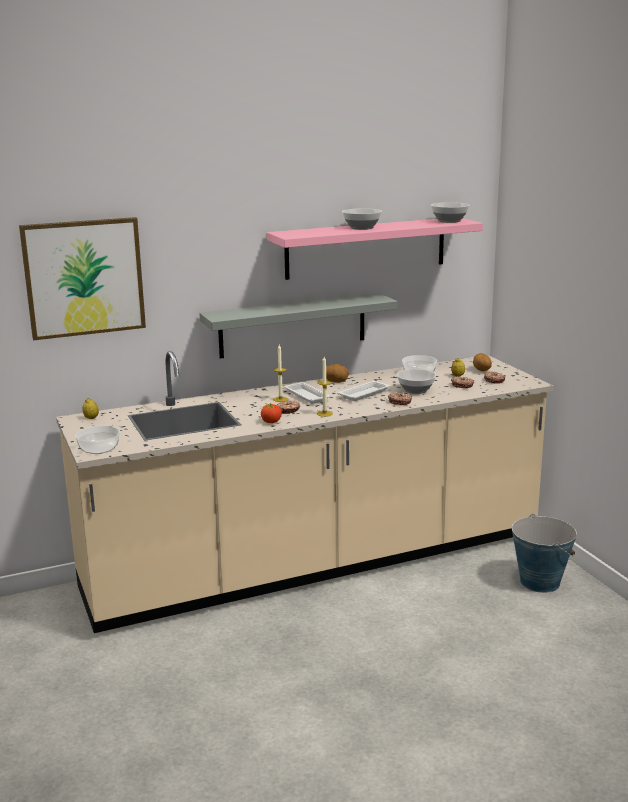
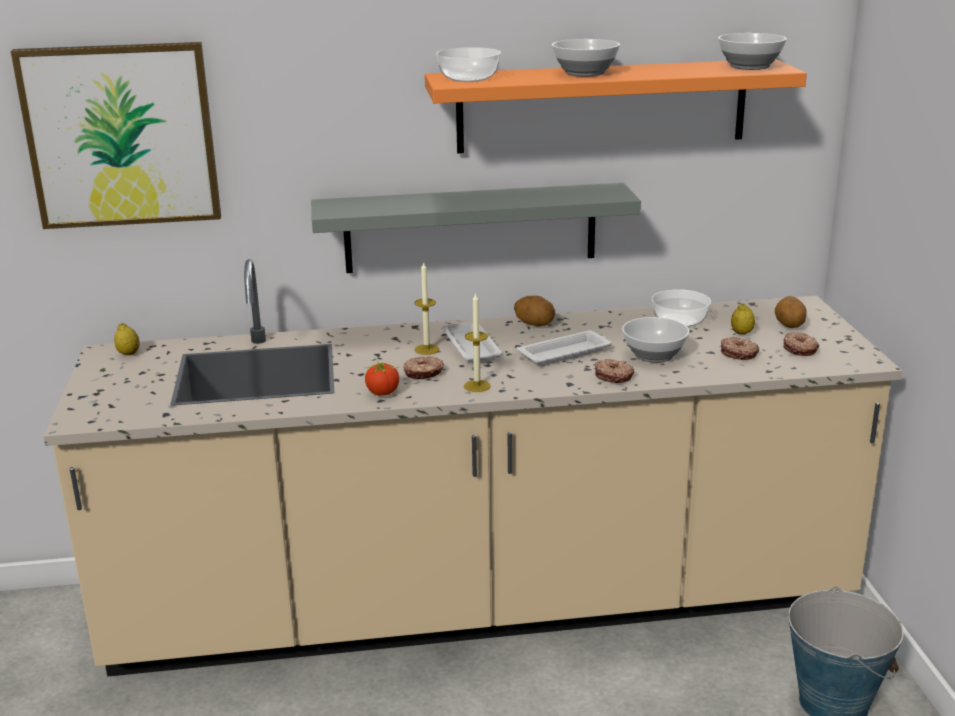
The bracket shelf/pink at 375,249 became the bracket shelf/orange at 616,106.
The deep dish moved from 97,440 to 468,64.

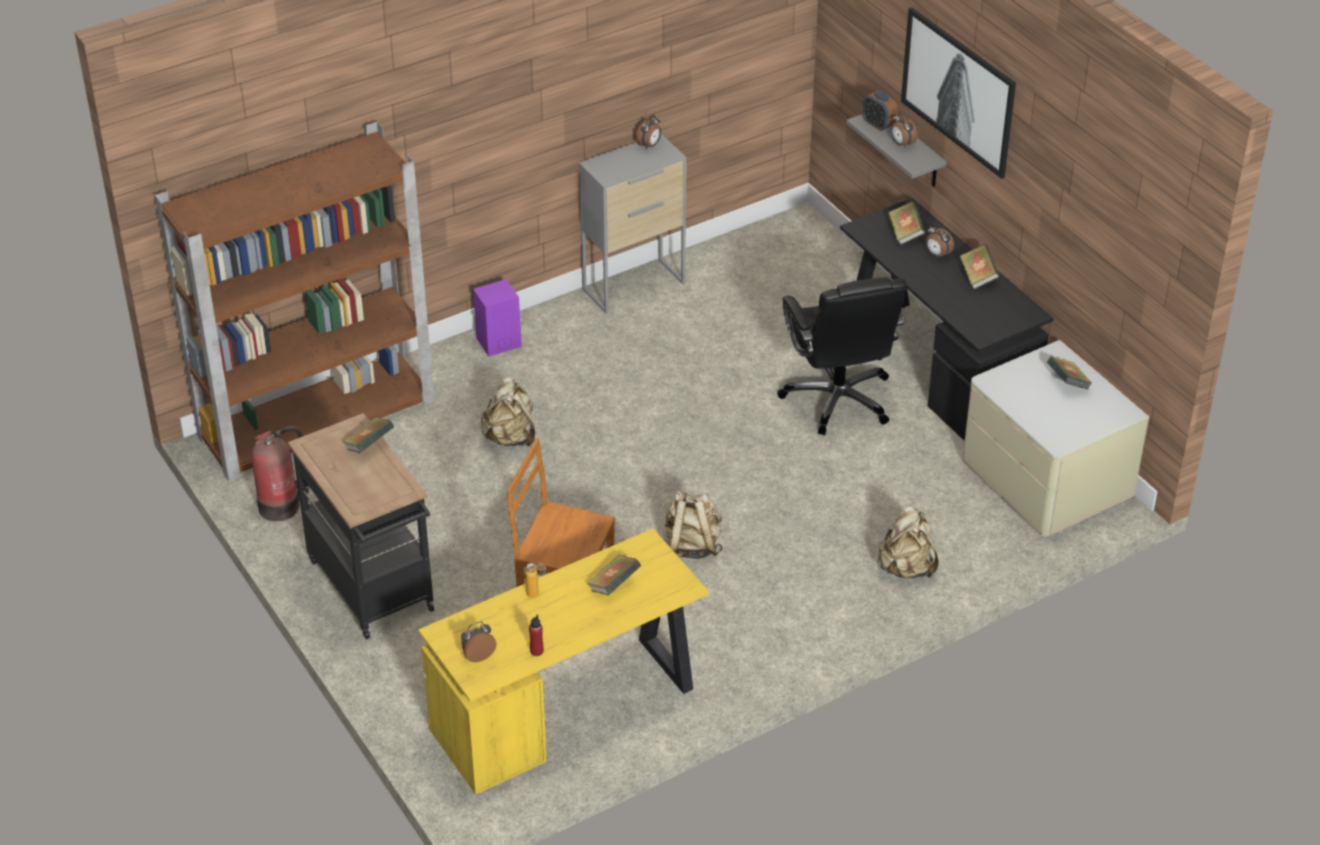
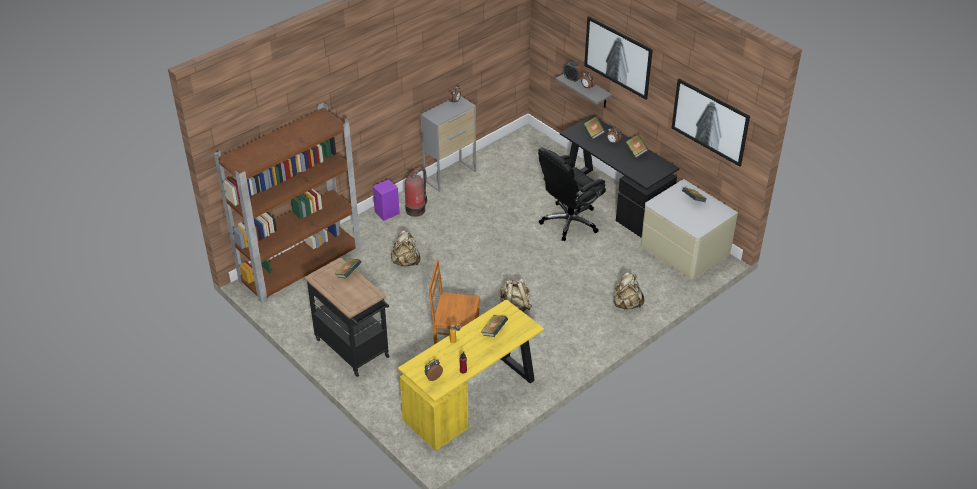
The extinguisher moved from 280,473 to 416,192.
The desk chair/black-coloured at 842,356 turned 75 degrees clockwise.
The wall art at 711,123 appeared.

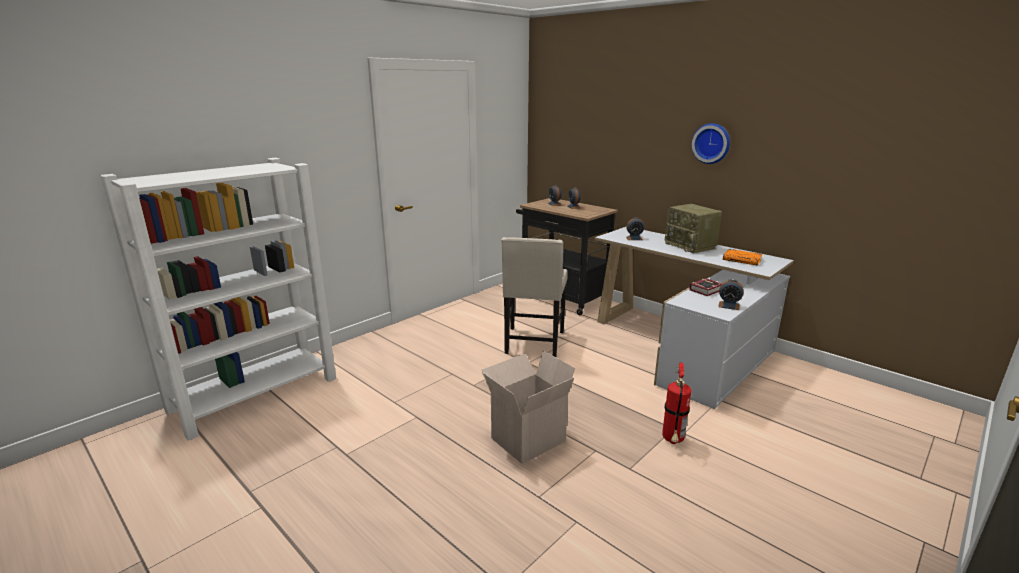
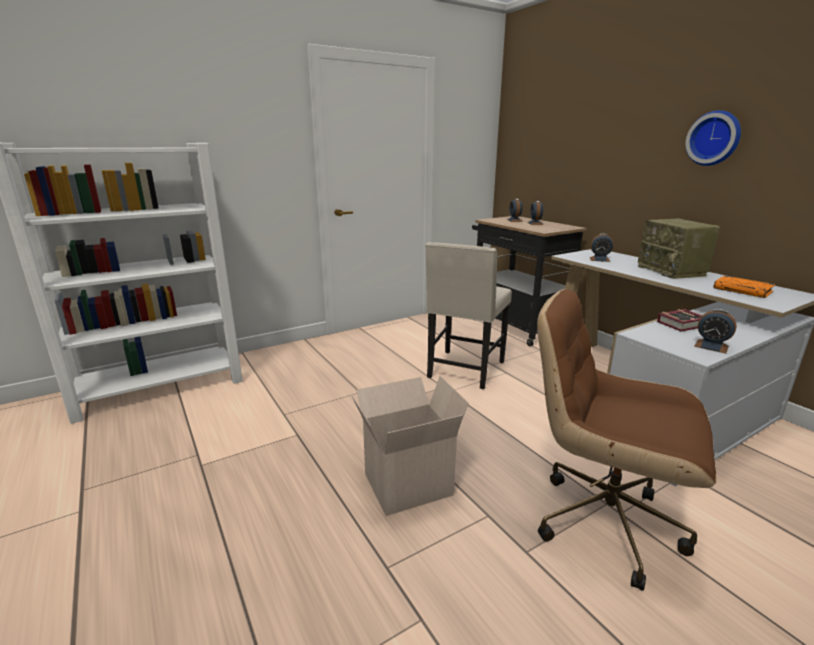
The extinguisher at 676,403 was replaced by the desk chair/brown at 627,440.

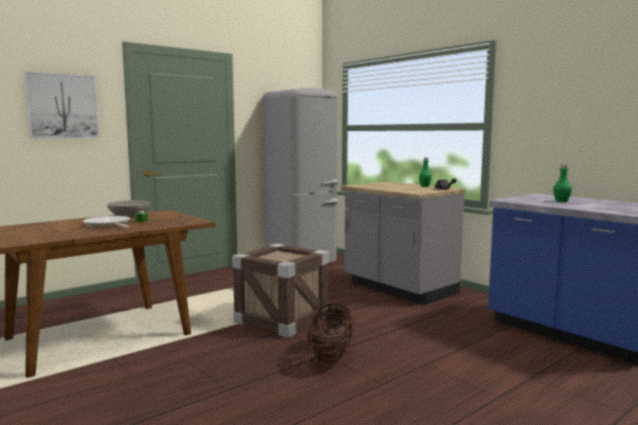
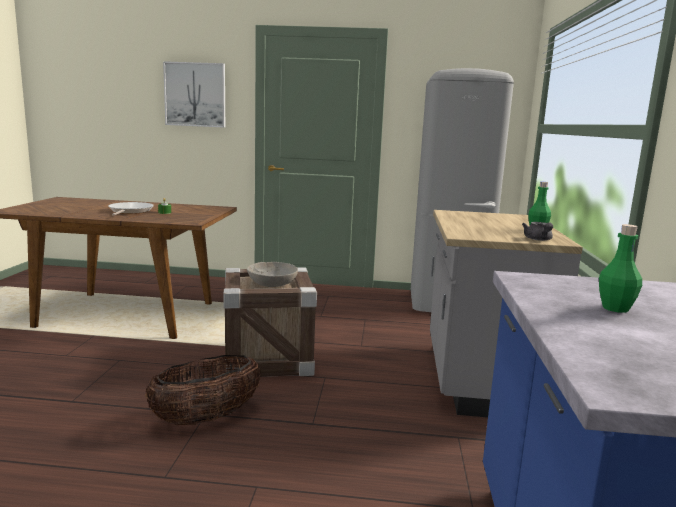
The deep dish/grey moved from 128,208 to 272,274.

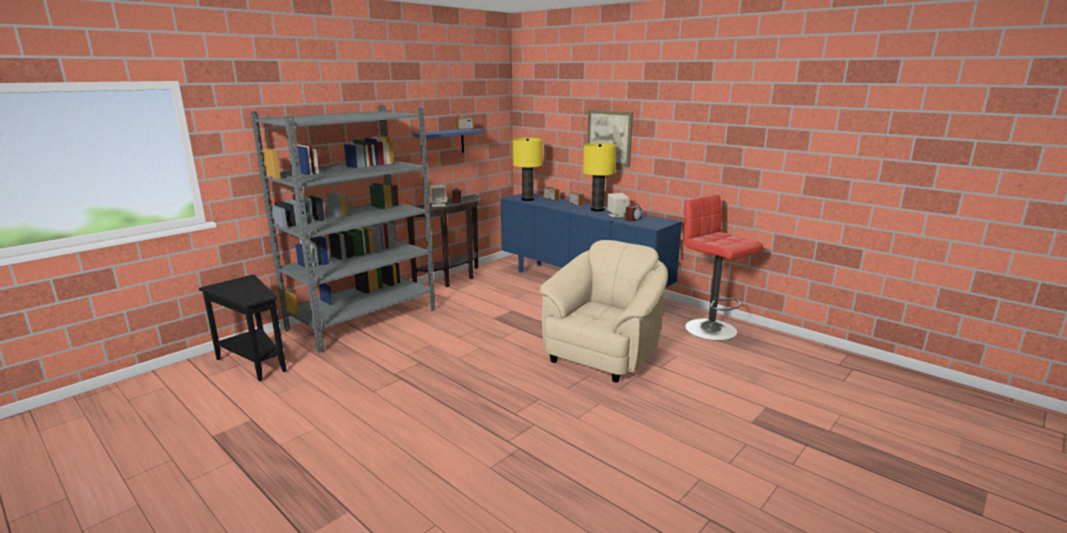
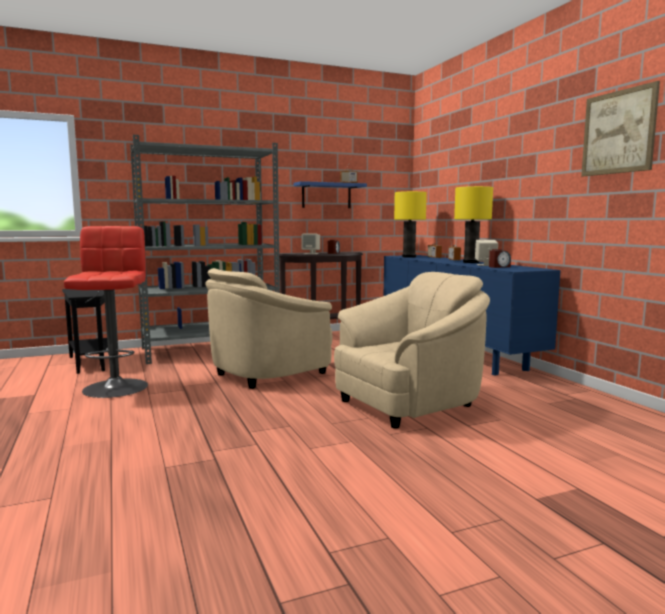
The sitting stool/red moved from 723,267 to 106,312.
The easy chair/sand-coloured at 268,328 appeared.
The wall art moved from 610,138 to 620,128.

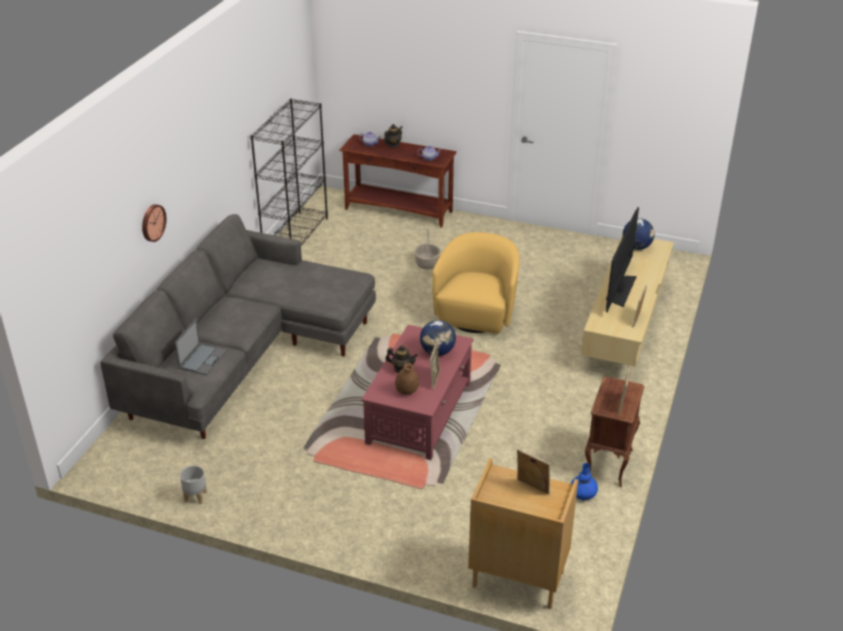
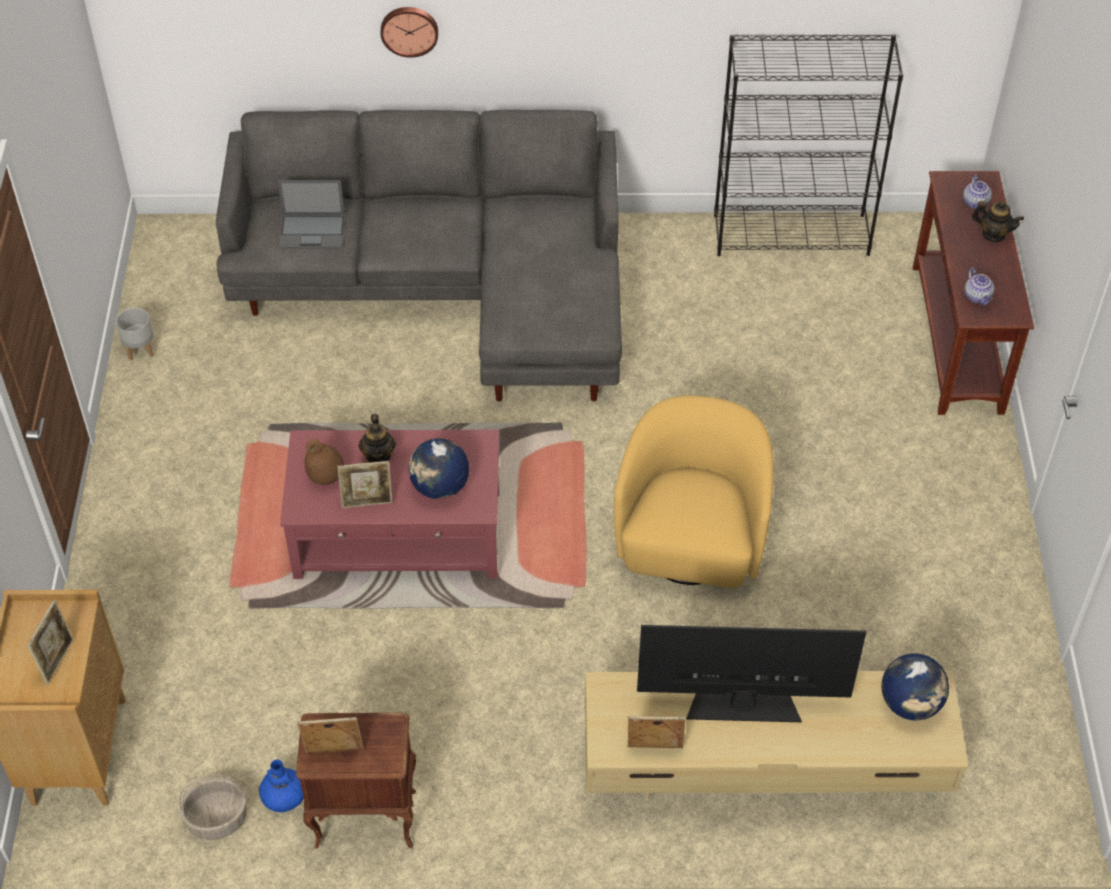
The storage basket moved from 427,249 to 213,807.
The easy chair/yellow at 476,283 turned 75 degrees counterclockwise.

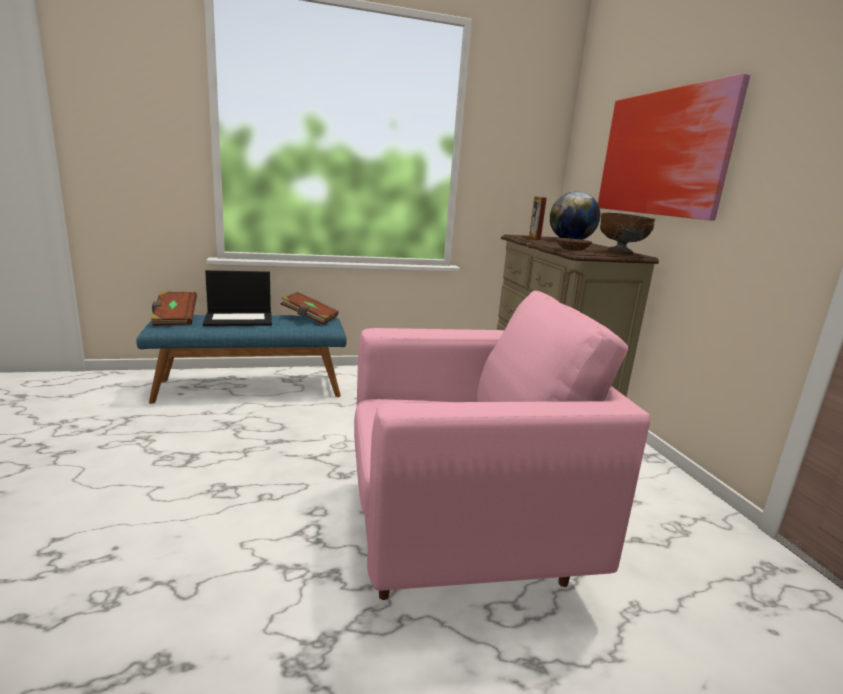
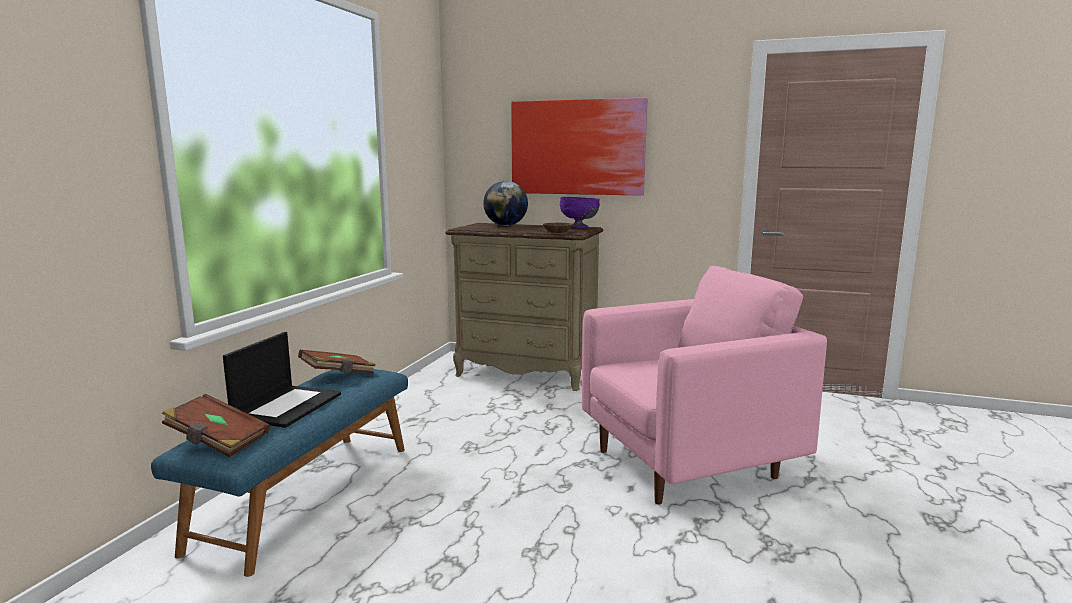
The deep dish/brown at 627,234 became the deep dish/purple at 580,212.
The easy chair/pink at 502,445 turned 45 degrees clockwise.
The picture frame at 538,218 disappeared.

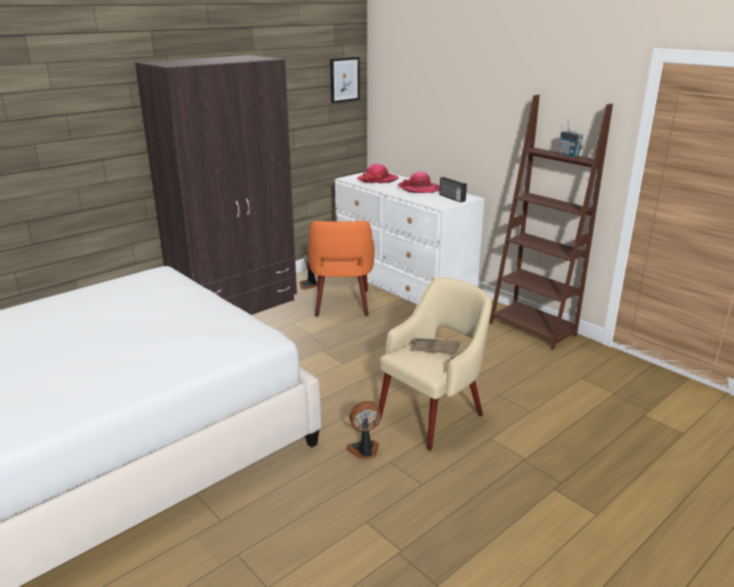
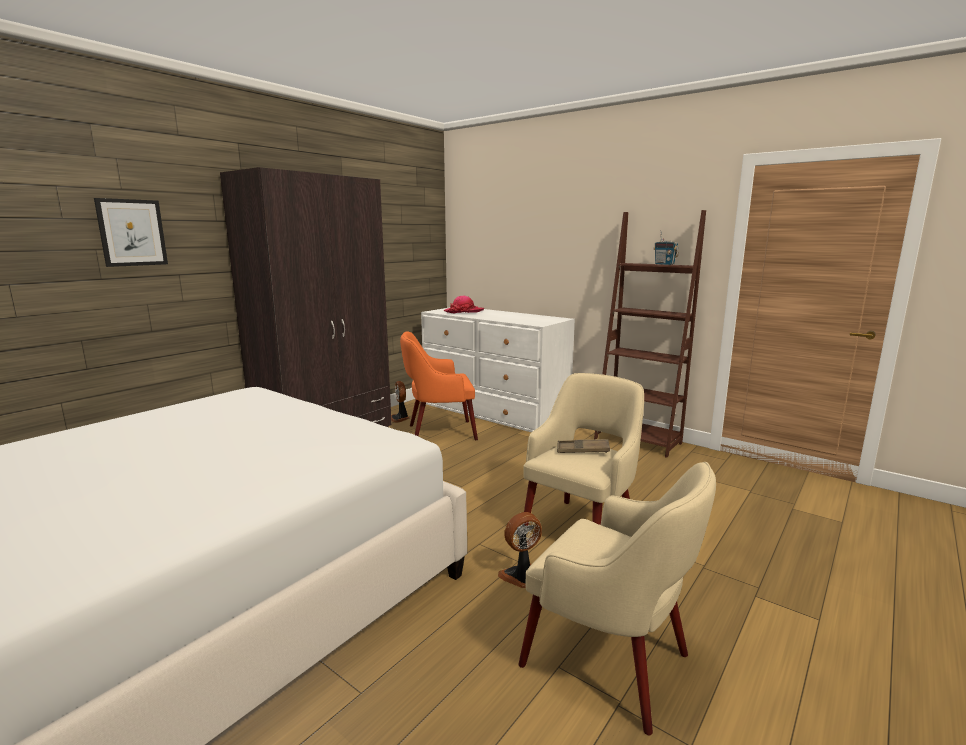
The wall art moved from 345,80 to 131,232.
The easy chair/orange at 341,269 turned 90 degrees clockwise.
The easy chair/sand-coloured at 617,598 appeared.
The clothing hat at 419,182 disappeared.
The radio set at 453,189 disappeared.

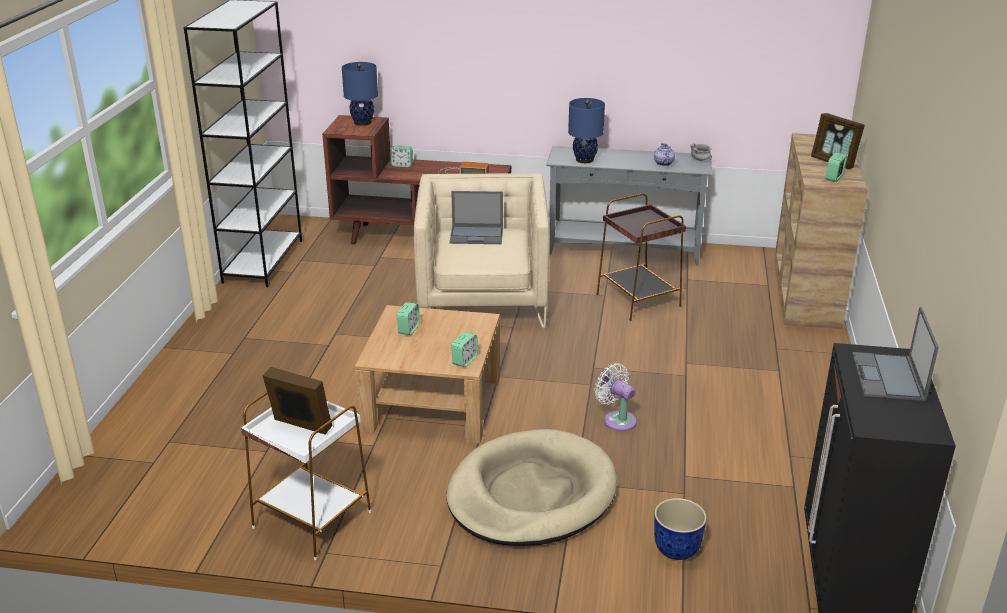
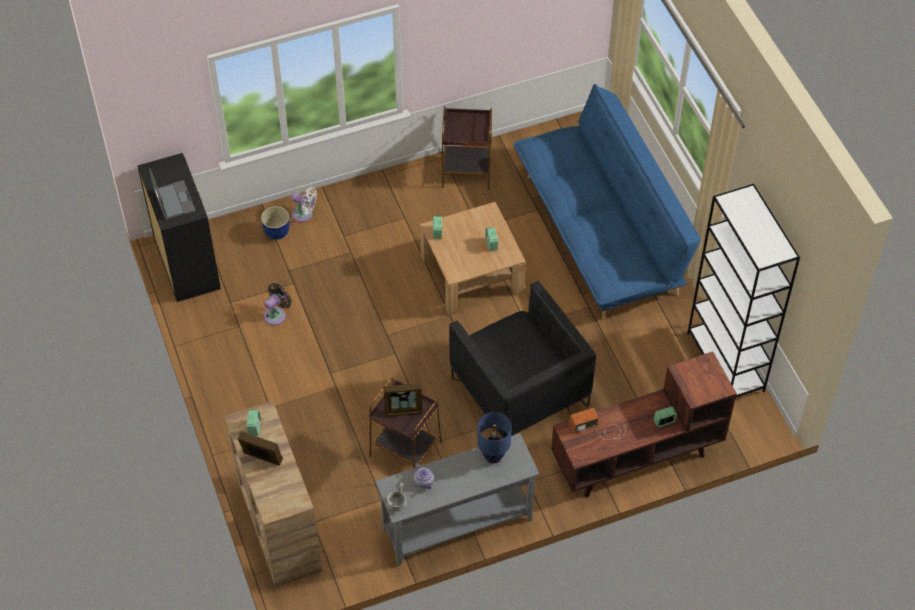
The fan/black-coloured at 277,304 appeared.
The fan/whitish moved from 615,397 to 304,204.
The picture frame moved from 297,401 to 403,400.
The accent table/whitish at 306,476 became the accent table/brown at 467,148.
The easy chair/sand-coloured at 481,251 became the easy chair/black-coloured at 522,359.
The settee/blue-coloured at 607,201 appeared.
The table lamp/blue-coloured at 360,94 disappeared.
The dog bed/sand-coloured at 531,487 disappeared.
The laptop at 476,217 disappeared.

